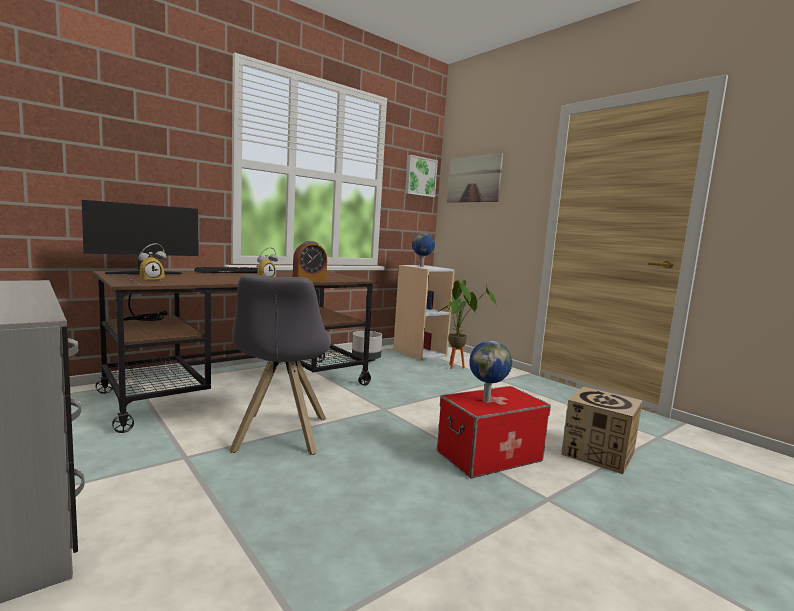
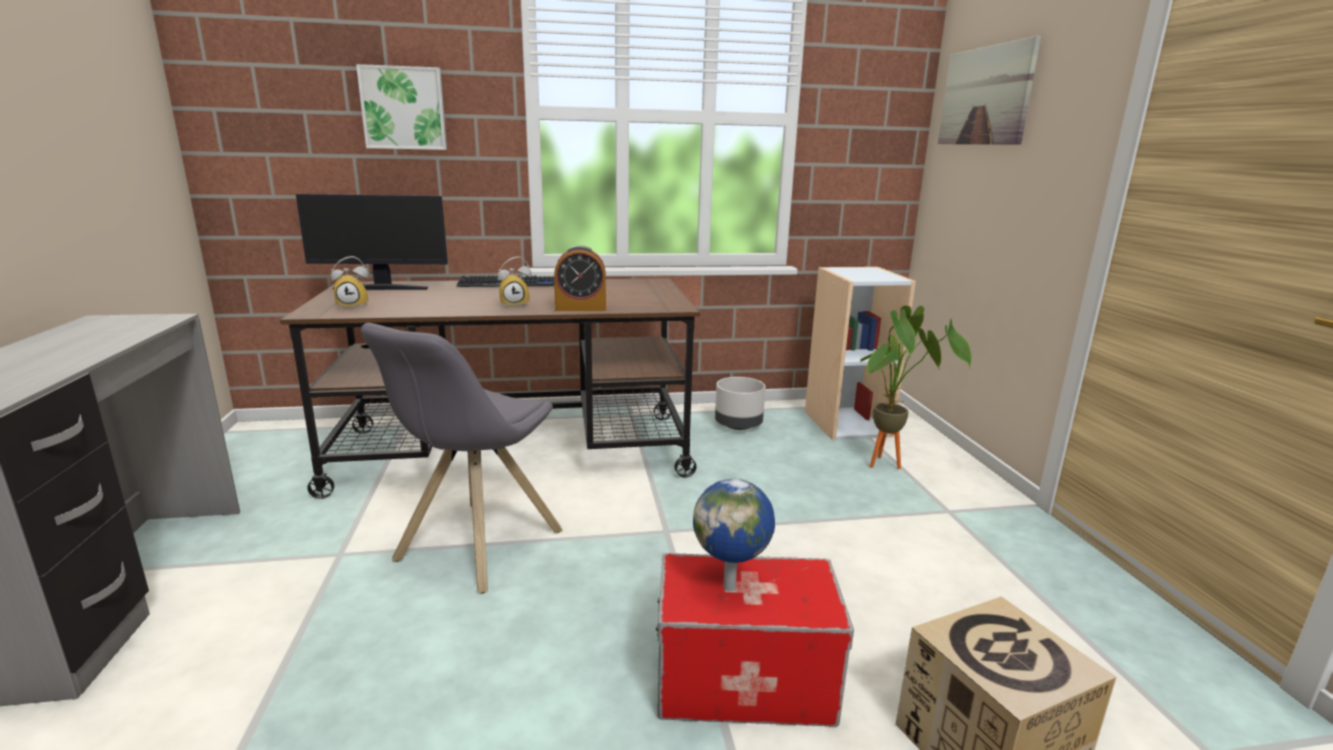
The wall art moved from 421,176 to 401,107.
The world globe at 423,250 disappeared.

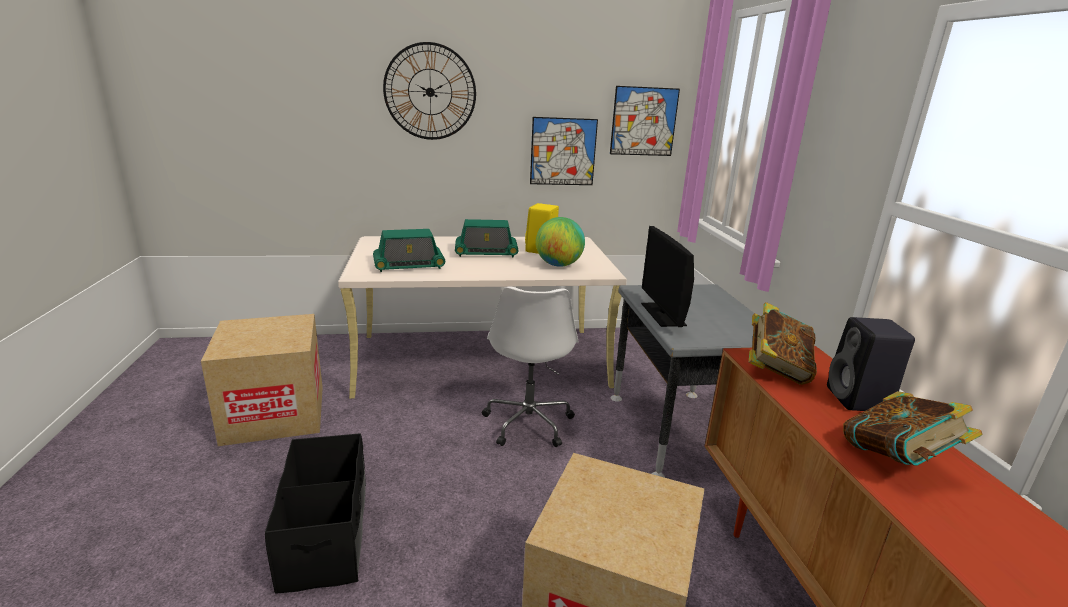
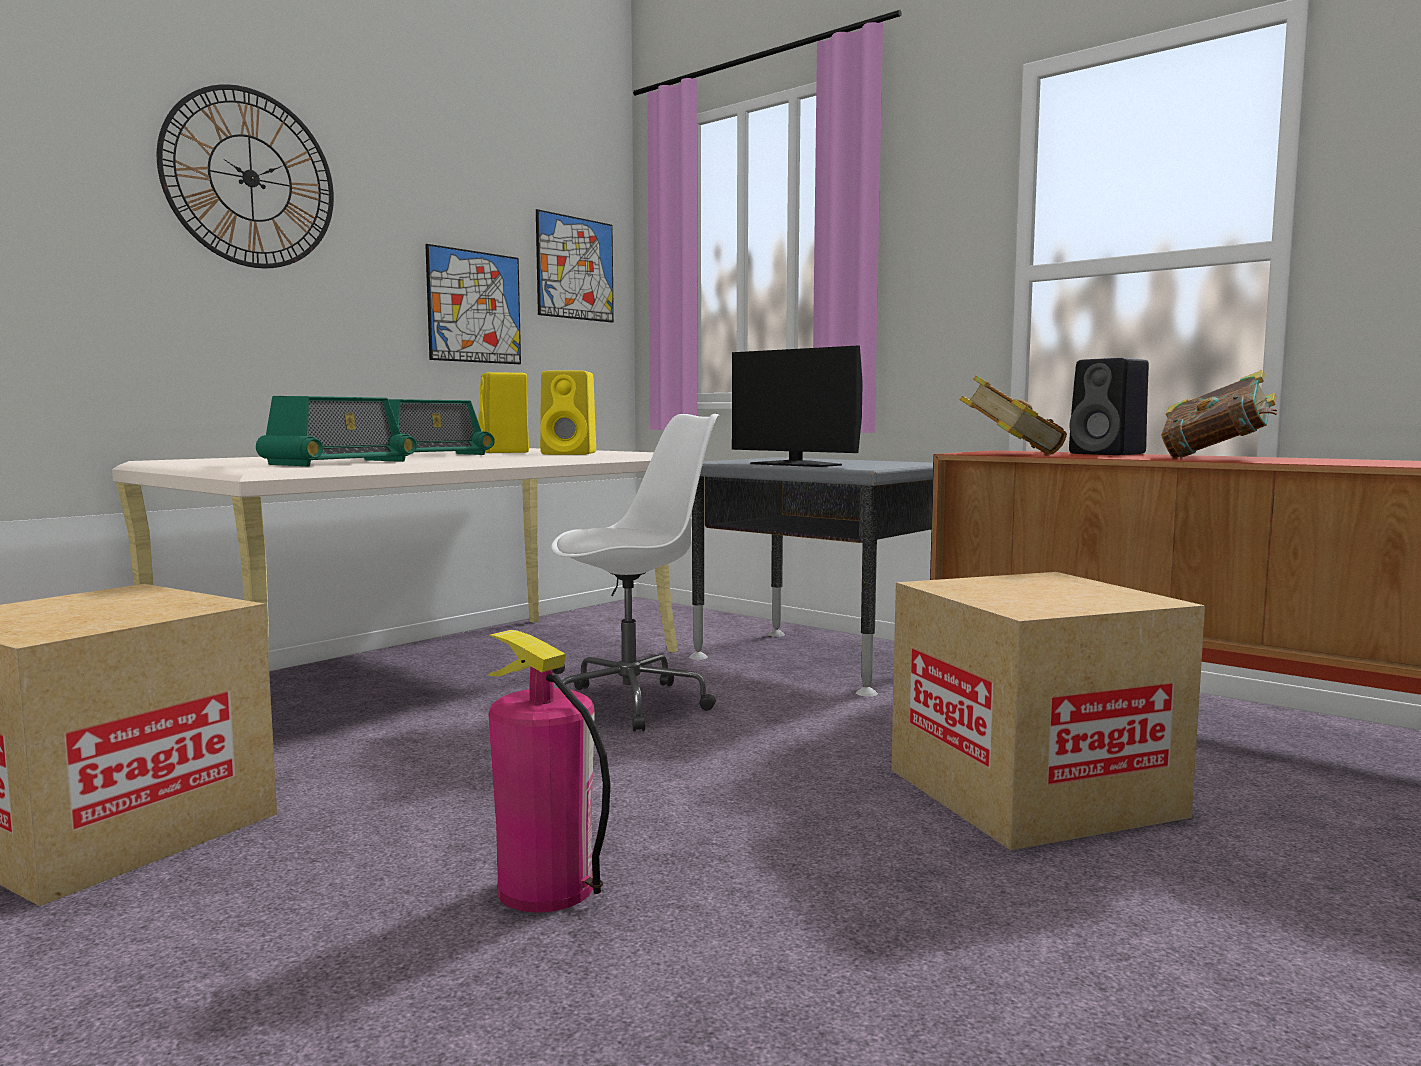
The storage container/black-coloured at 315,513 was replaced by the extinguisher at 549,771.
The world globe at 560,242 was replaced by the loudspeaker/yellow at 568,413.
The desk chair/whitish at 529,366 turned 75 degrees counterclockwise.

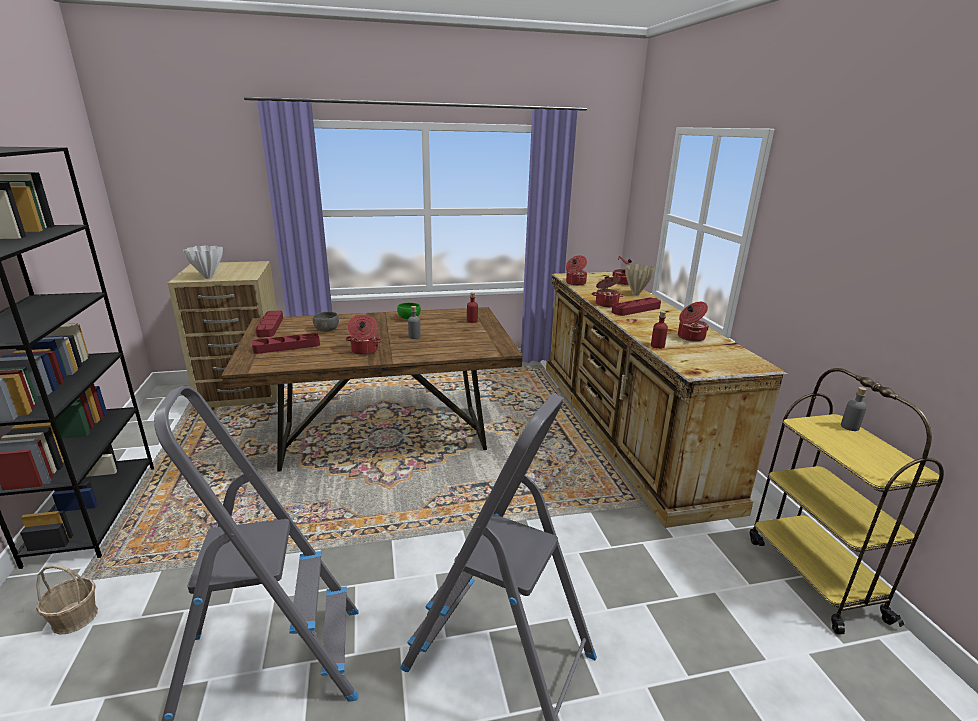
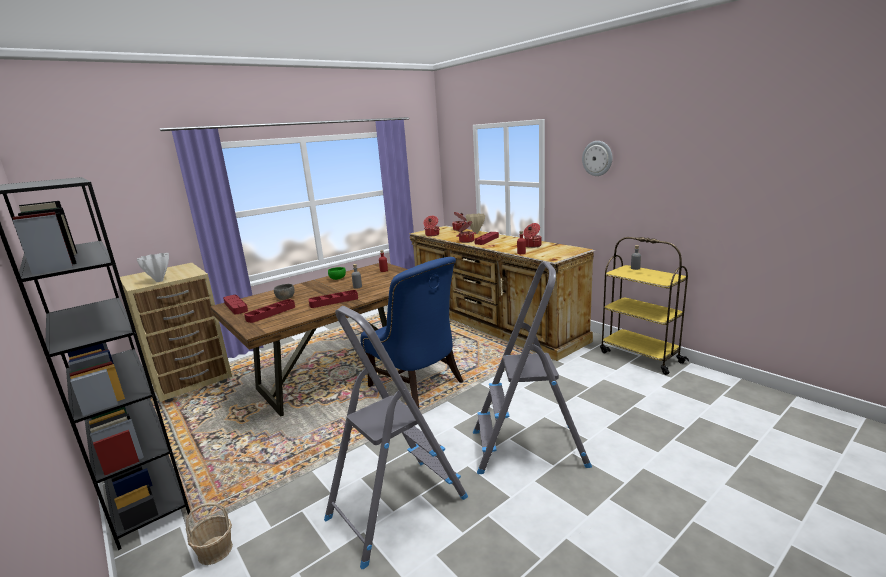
The cooking pot at 363,334 was replaced by the carrying tray/red at 333,299.
The chair/blue-coloured at 411,332 appeared.
The hanging clock at 597,158 appeared.

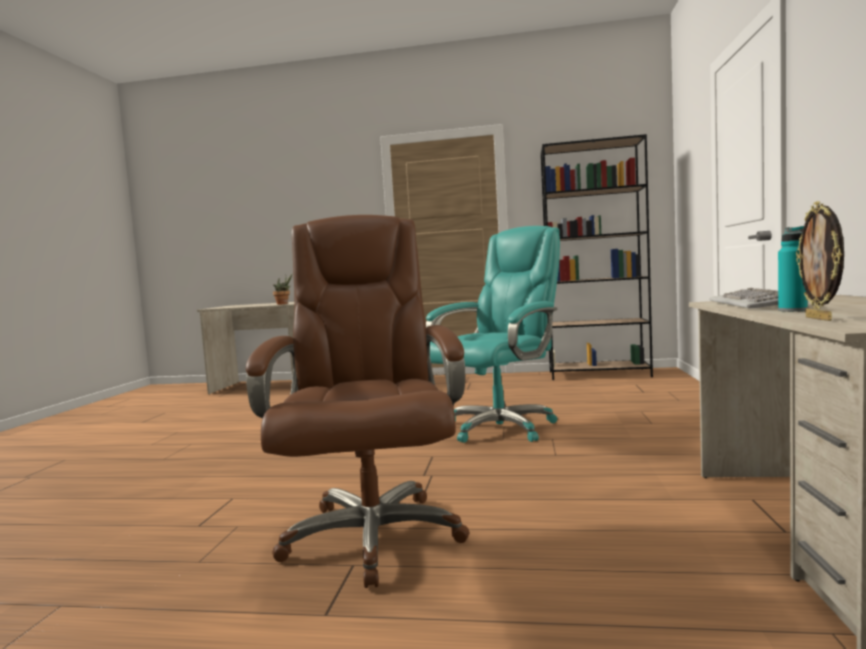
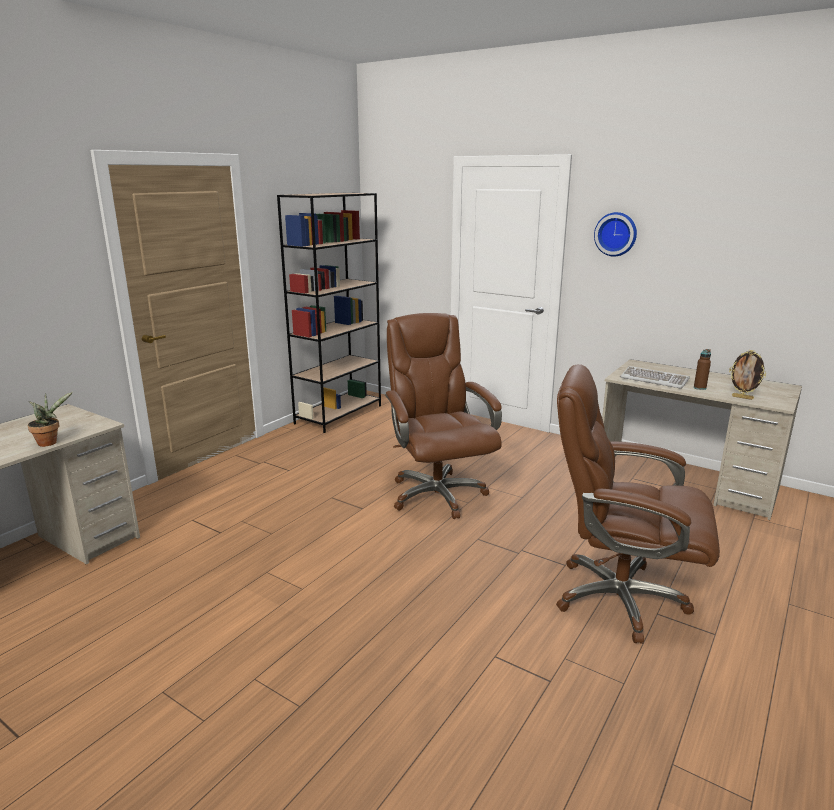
The desk chair/turquoise-coloured at 493,334 became the desk chair/brown at 443,416.
The hanging clock at 615,234 appeared.
The drink bottle/turquoise-coloured at 793,269 became the drink bottle/brown at 702,369.

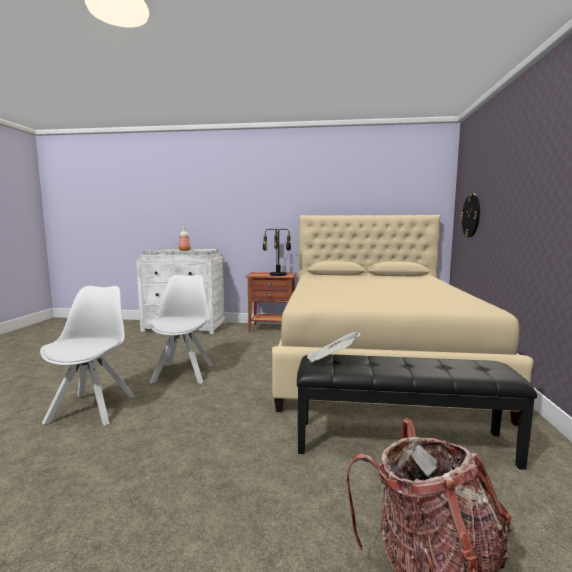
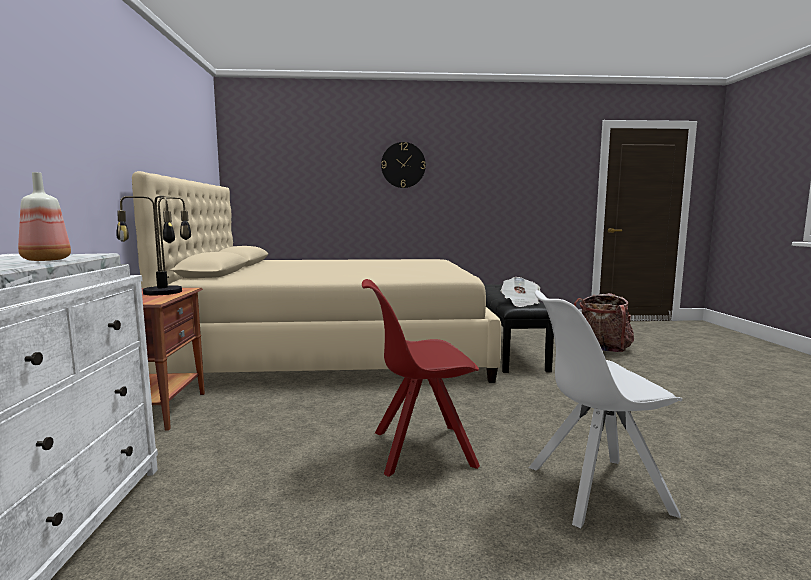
The chair/whitish at 181,329 became the chair/red at 421,378.
The hanging clock moved from 470,215 to 403,165.

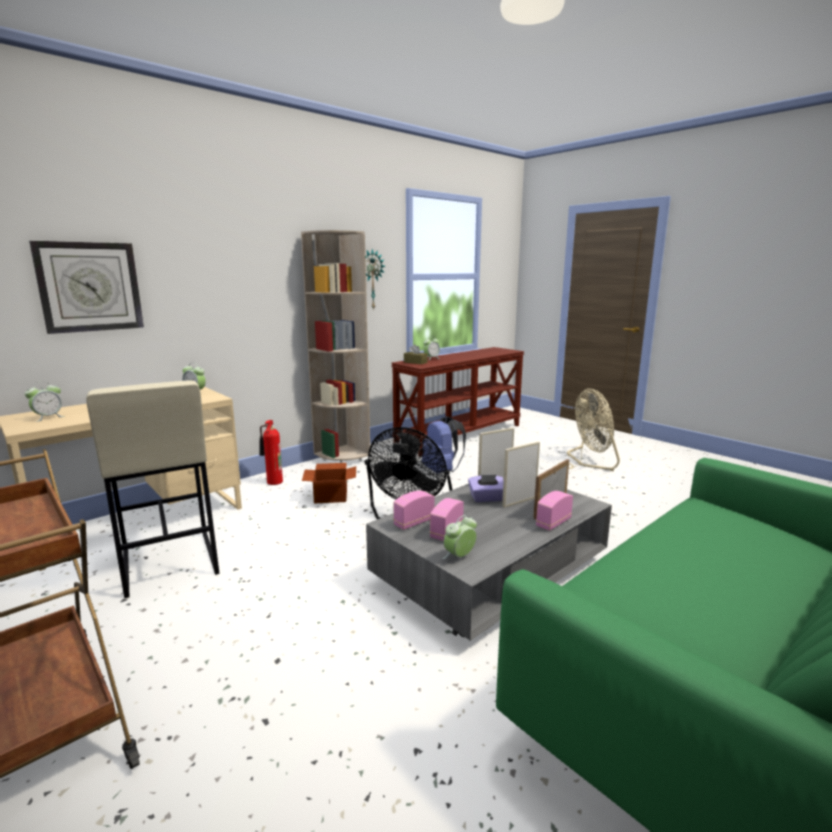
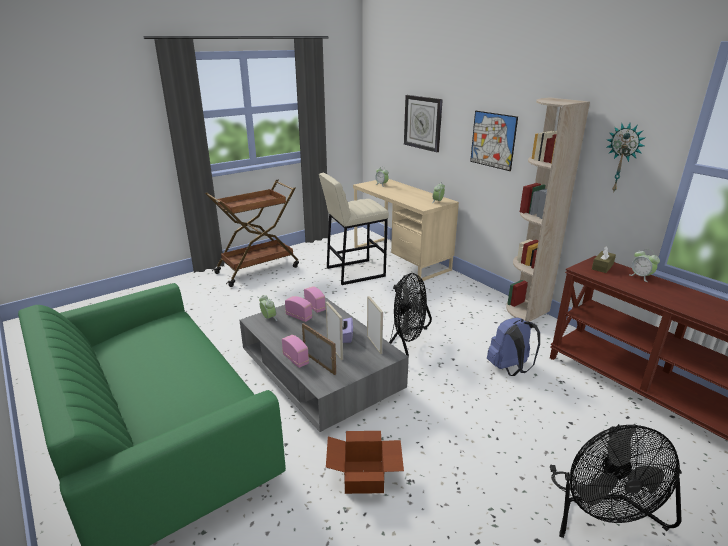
The packing box moved from 329,483 to 365,462.
The wall art at 494,141 appeared.
The fan/sand-coloured at 587,430 became the fan/black-coloured at 616,480.
The extinguisher at 271,452 disappeared.

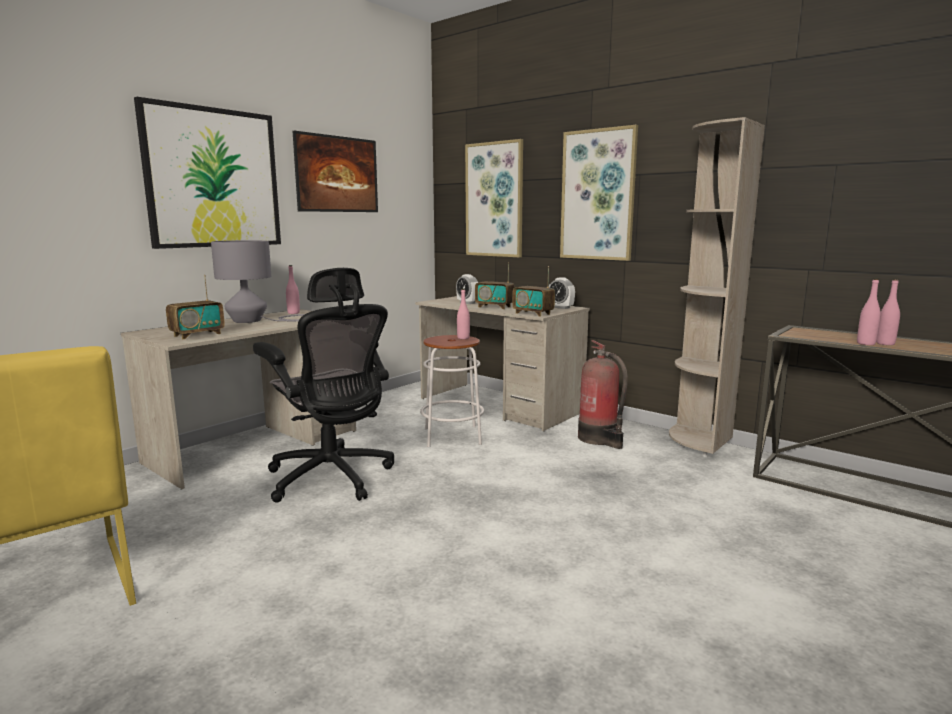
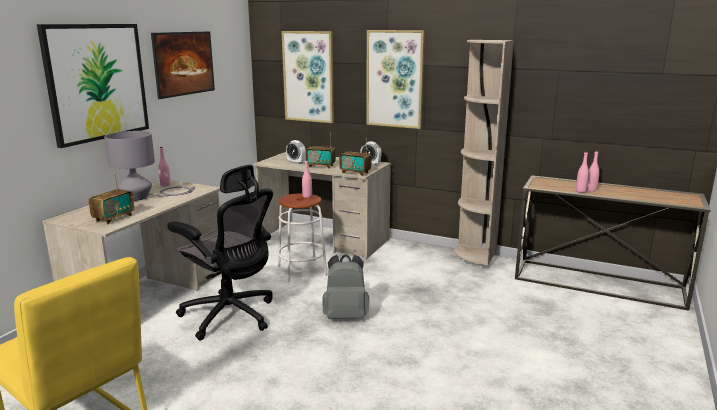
The backpack/grey at 346,286 appeared.
The extinguisher at 603,394 disappeared.

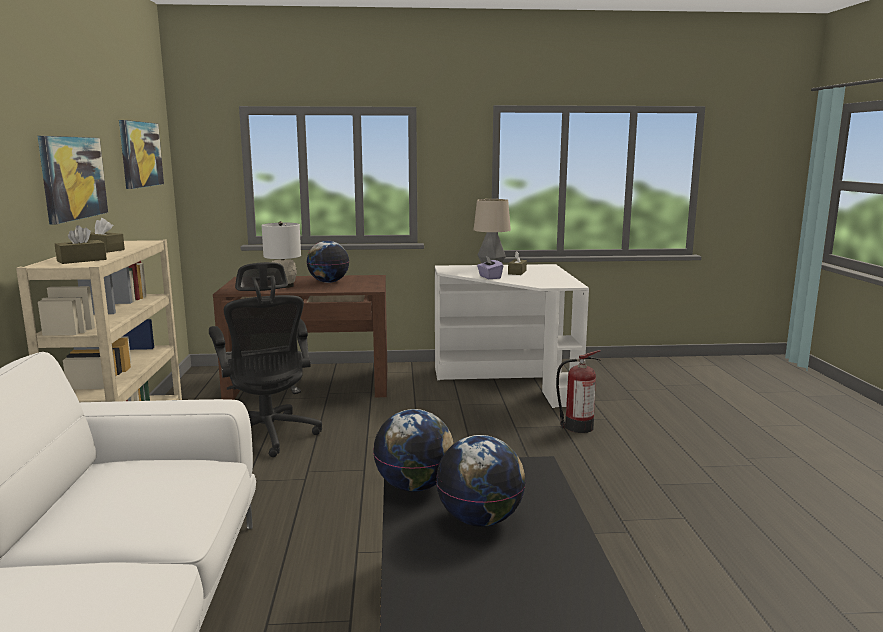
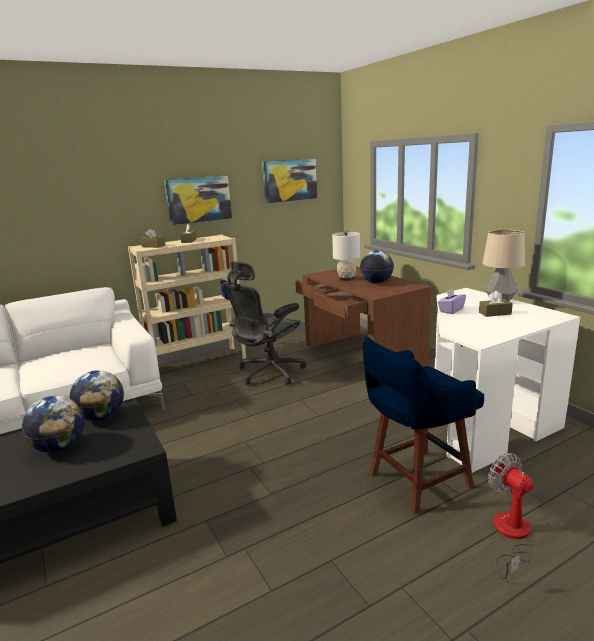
The extinguisher at 578,391 was replaced by the sitting stool/blue-coloured at 423,425.
The fan at 511,516 appeared.

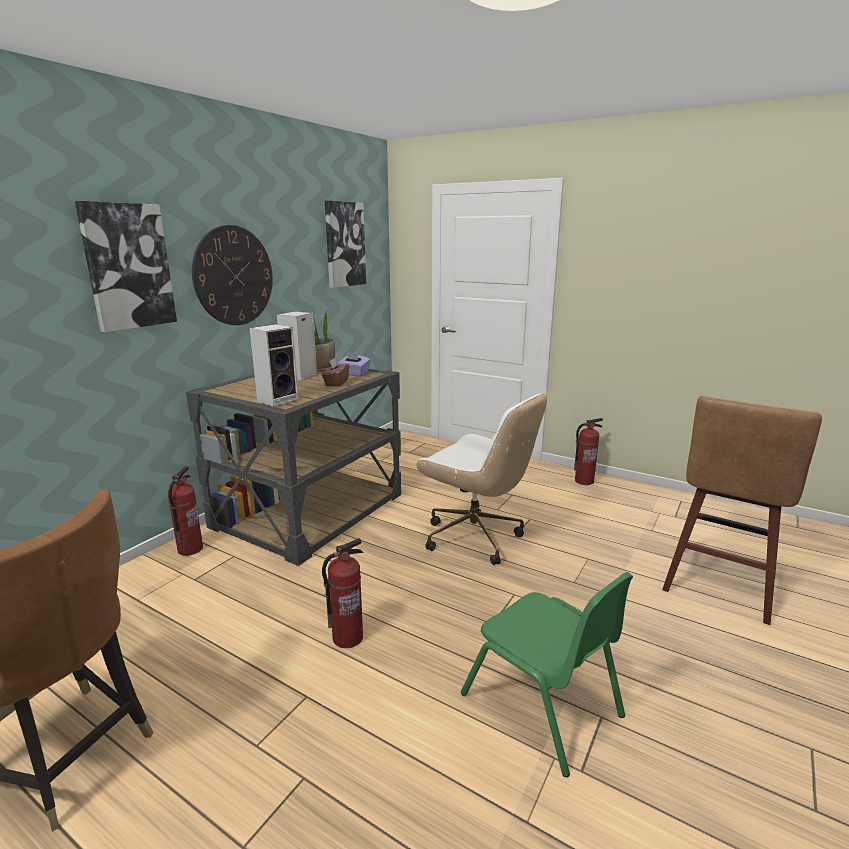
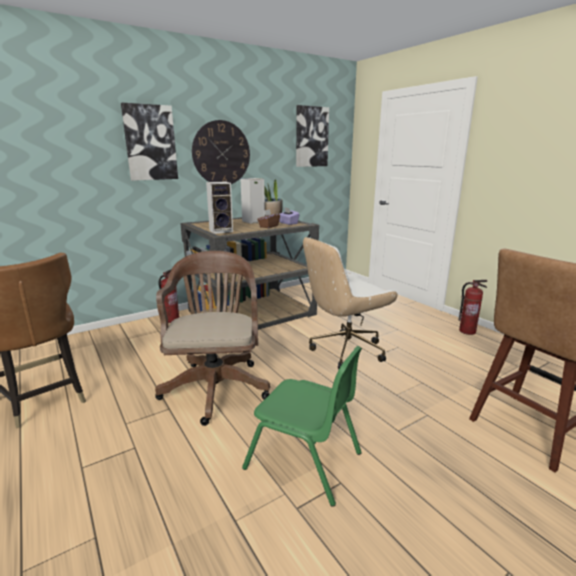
The extinguisher at 342,593 was replaced by the desk chair/brown at 212,338.
The chair/green at 547,674 turned 45 degrees counterclockwise.
The desk chair/whitish at 482,479 turned 90 degrees clockwise.

